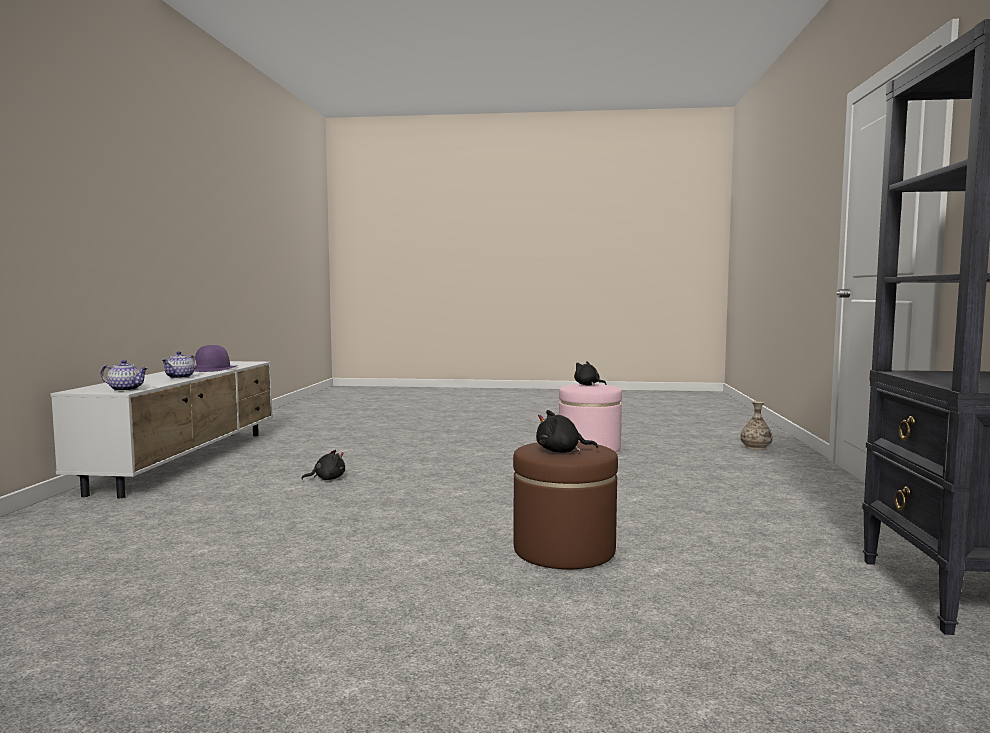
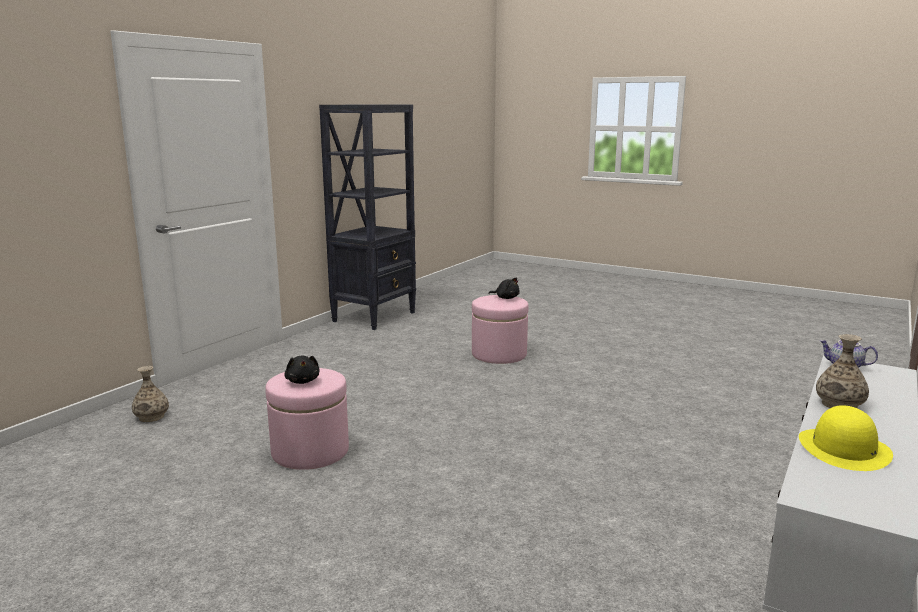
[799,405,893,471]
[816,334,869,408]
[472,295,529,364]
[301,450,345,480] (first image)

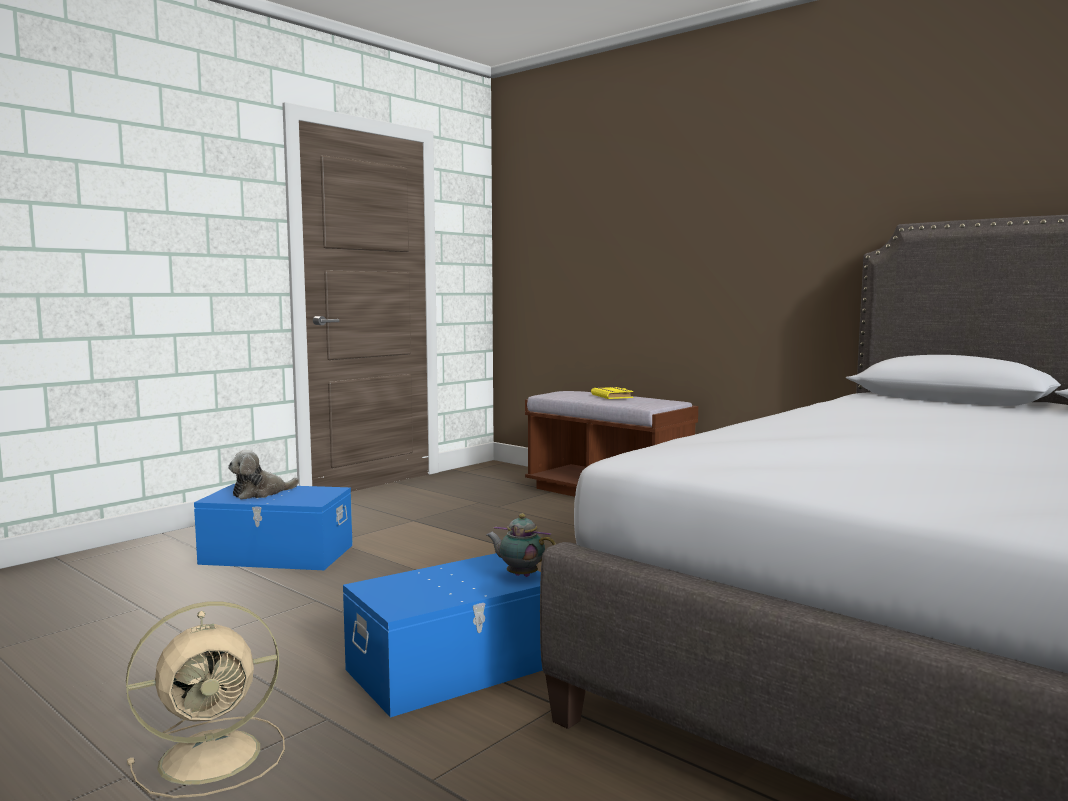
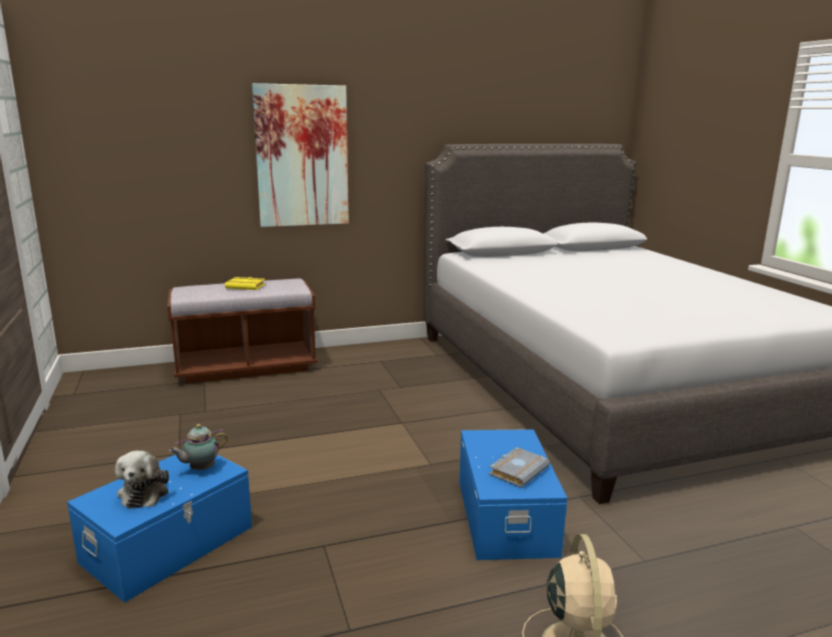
[169,424,228,470]
[252,83,349,227]
[489,447,550,488]

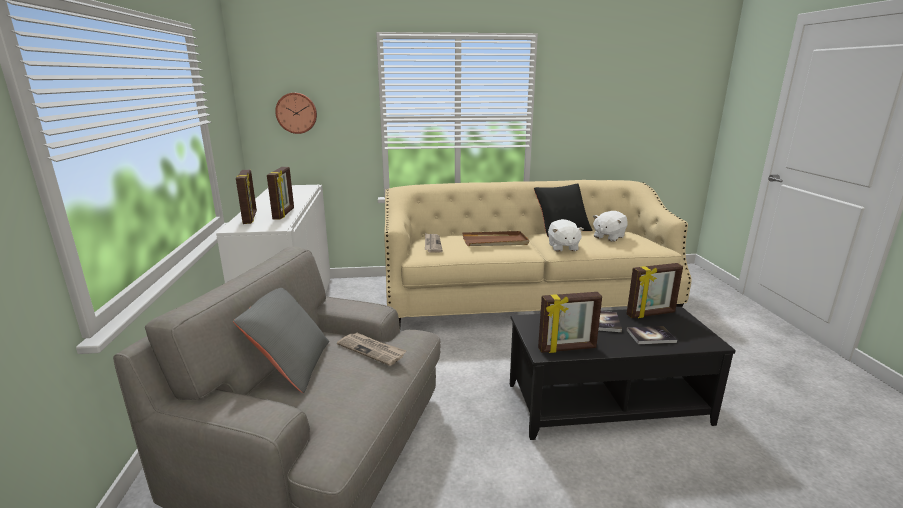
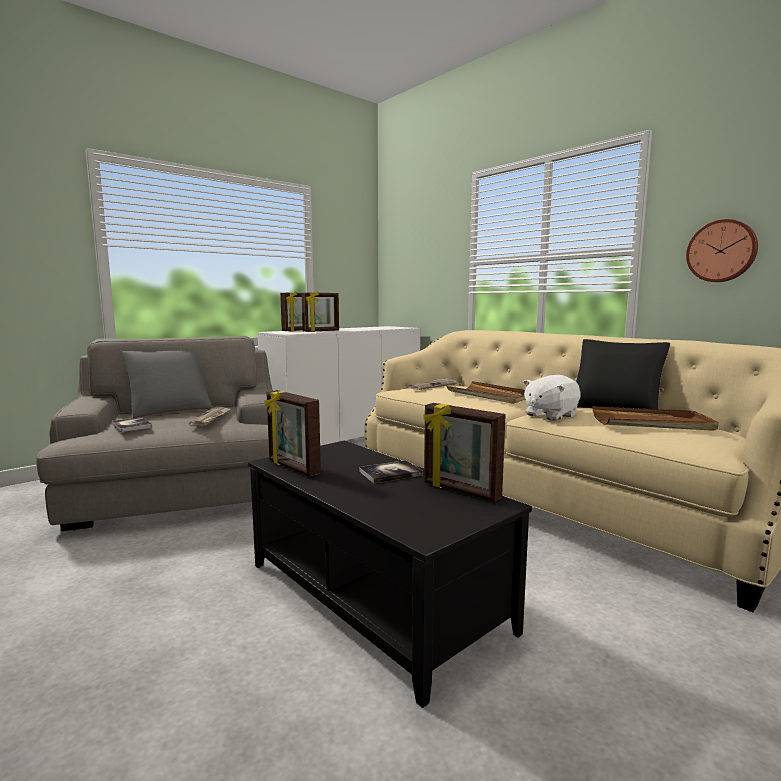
[686,219,758,282]
[592,406,719,431]
[112,417,152,432]

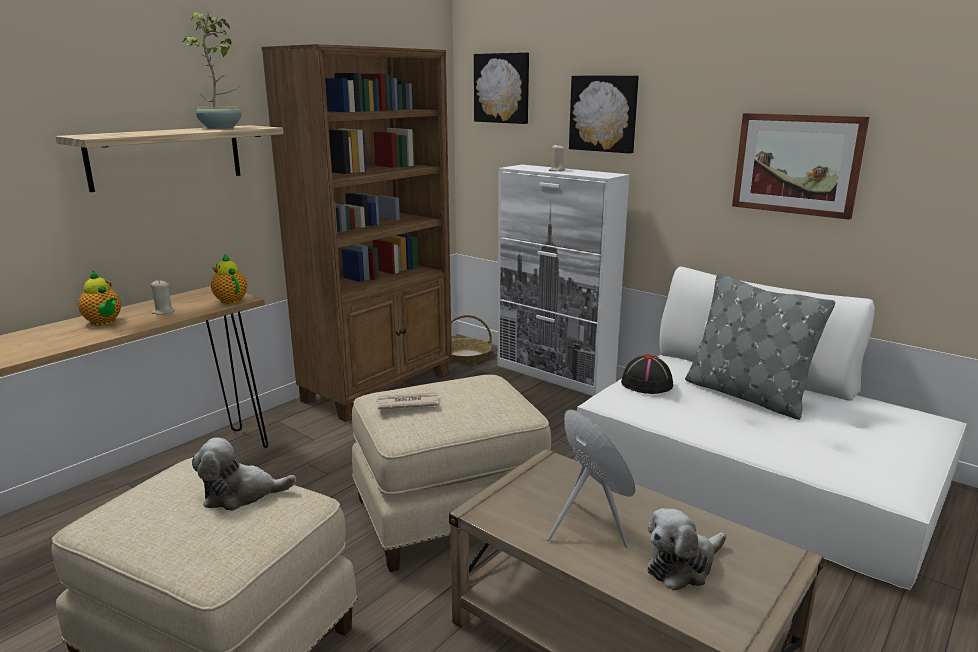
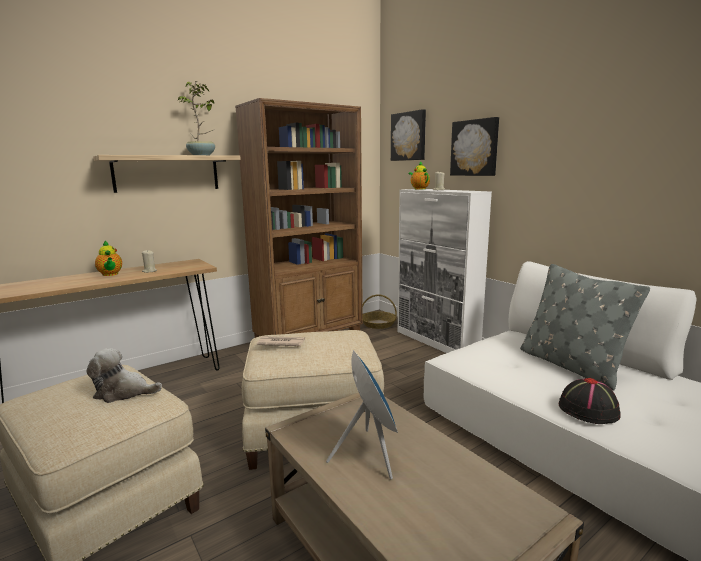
[732,113,869,220] (first image)
[408,161,430,189]
[559,378,621,424]
[648,508,726,591] (first image)

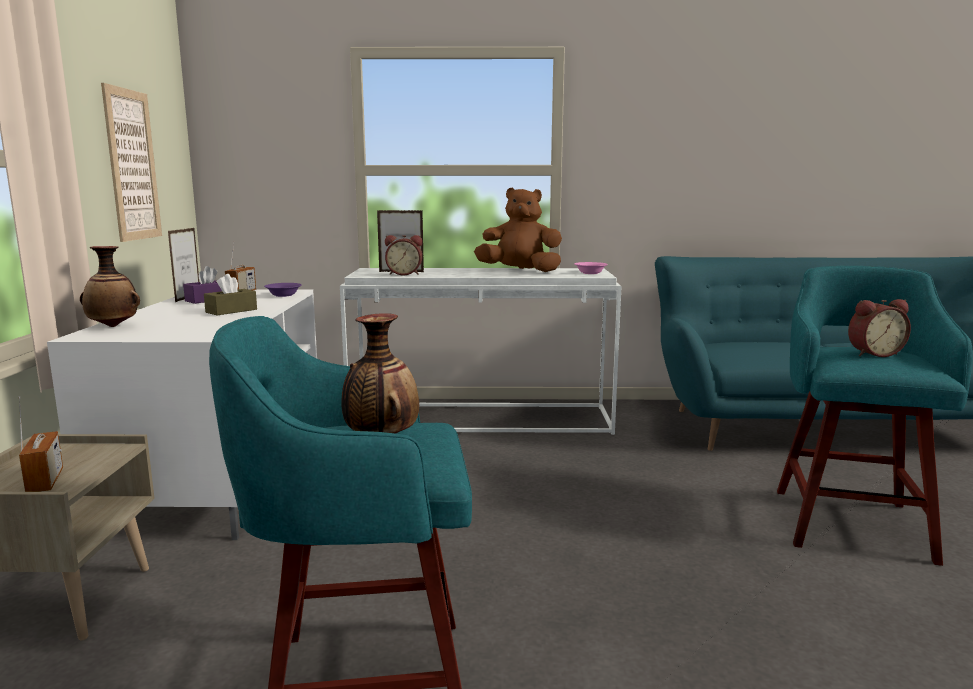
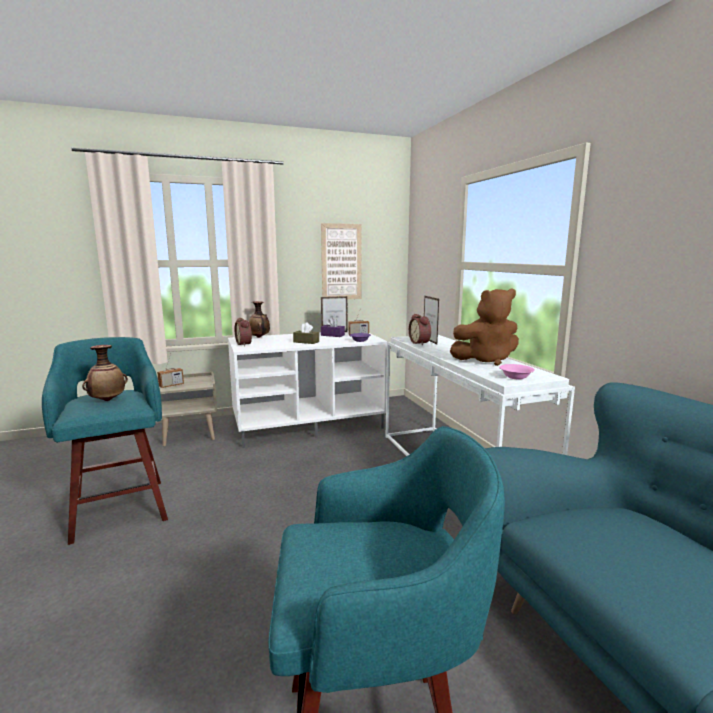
[450,288,519,366]
[234,318,252,346]

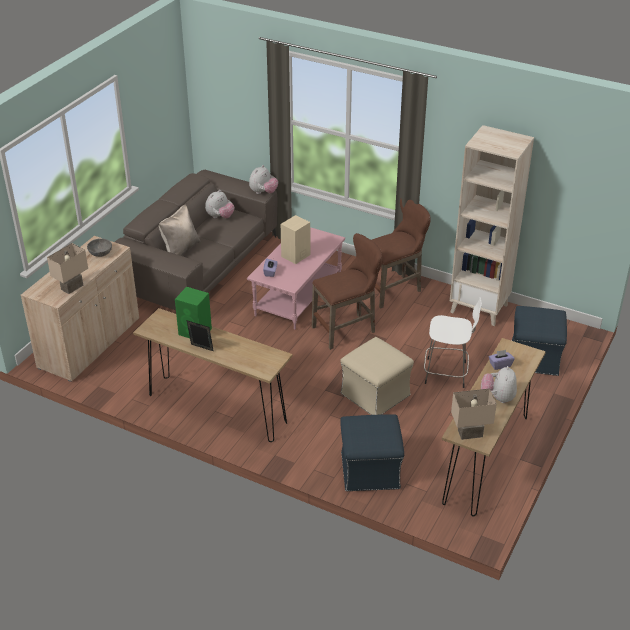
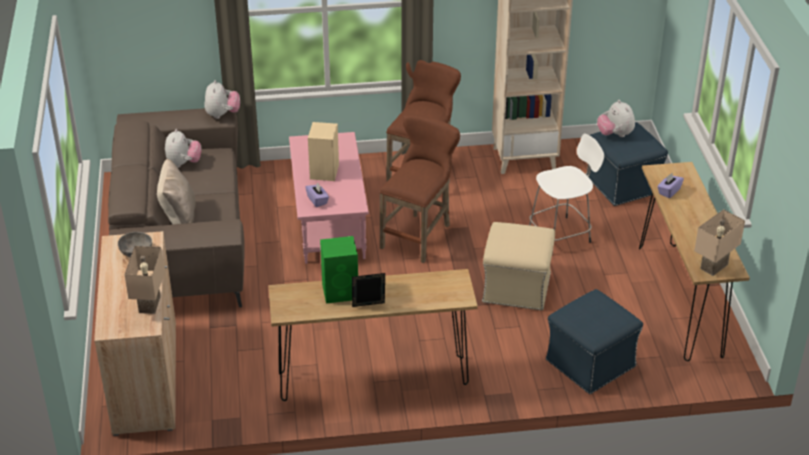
[597,100,635,137]

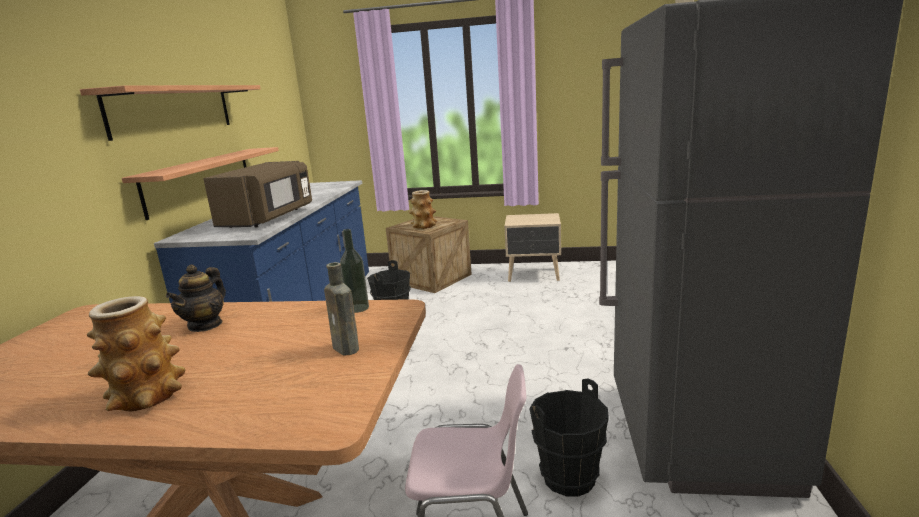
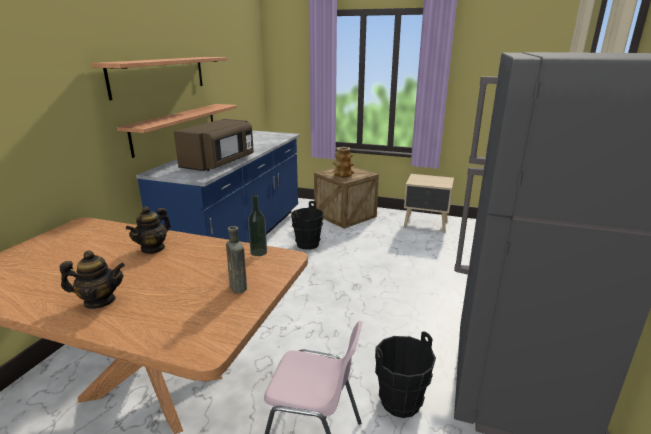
[59,251,125,309]

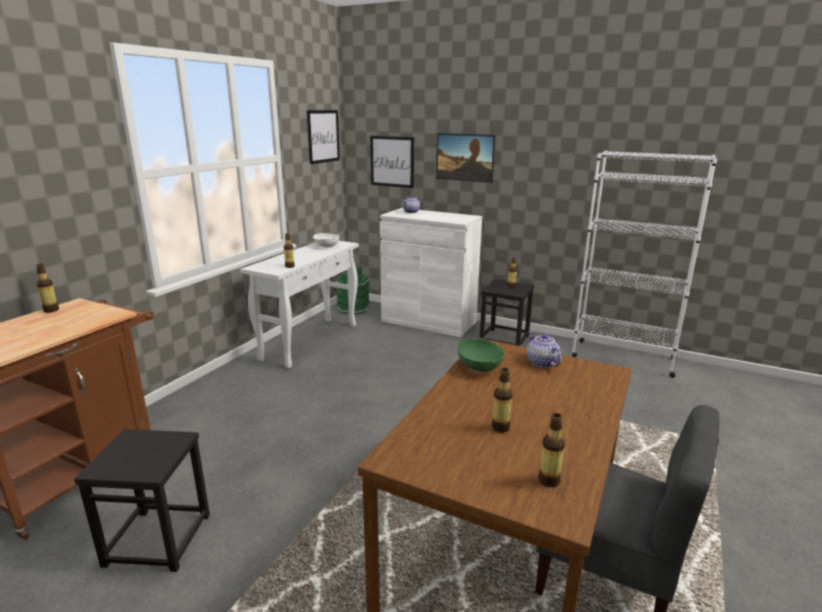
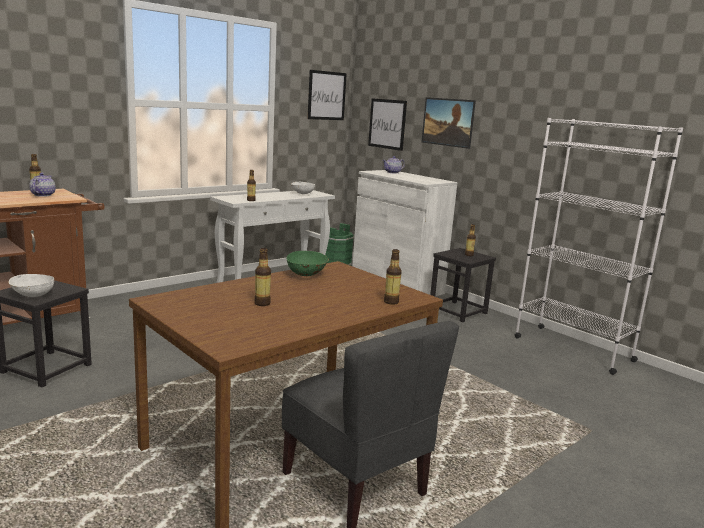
[29,173,56,197]
[384,249,402,305]
[8,274,54,297]

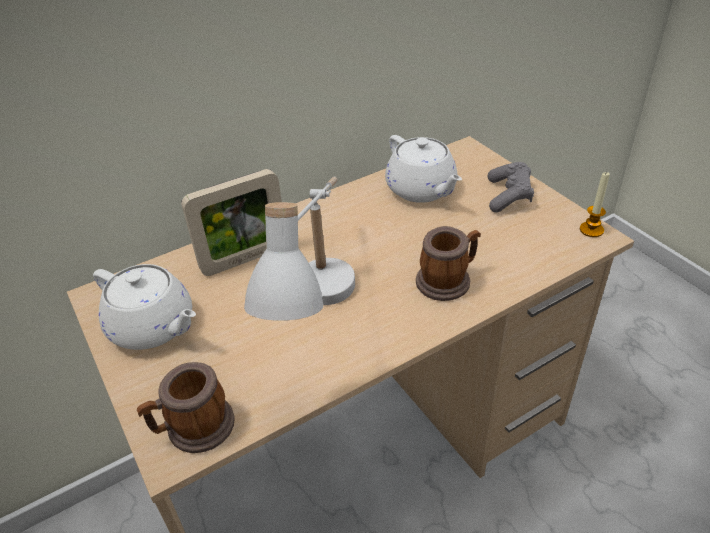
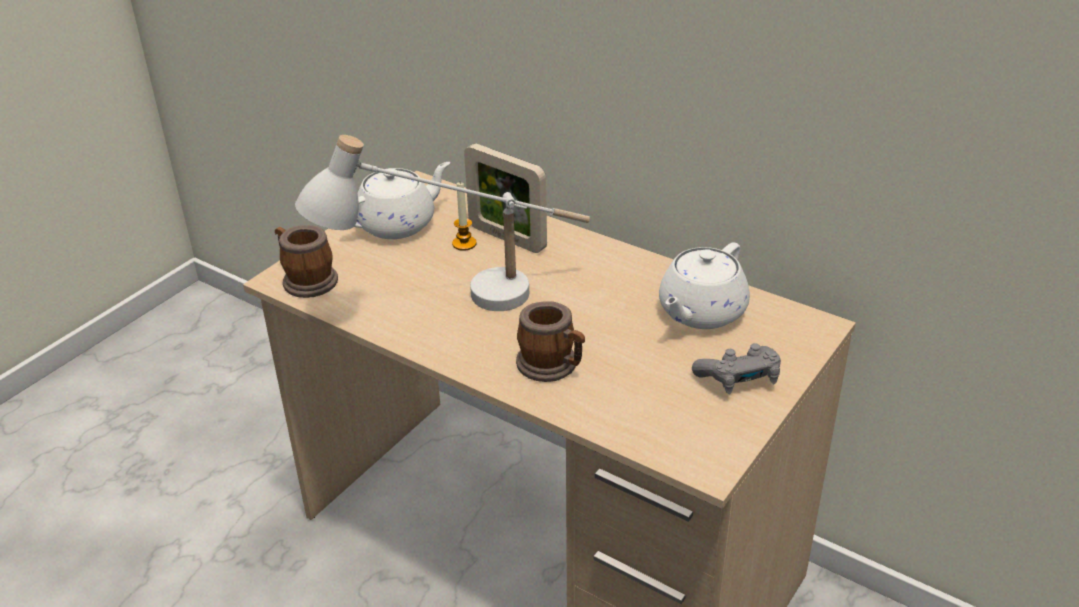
[452,182,477,251]
[354,162,451,239]

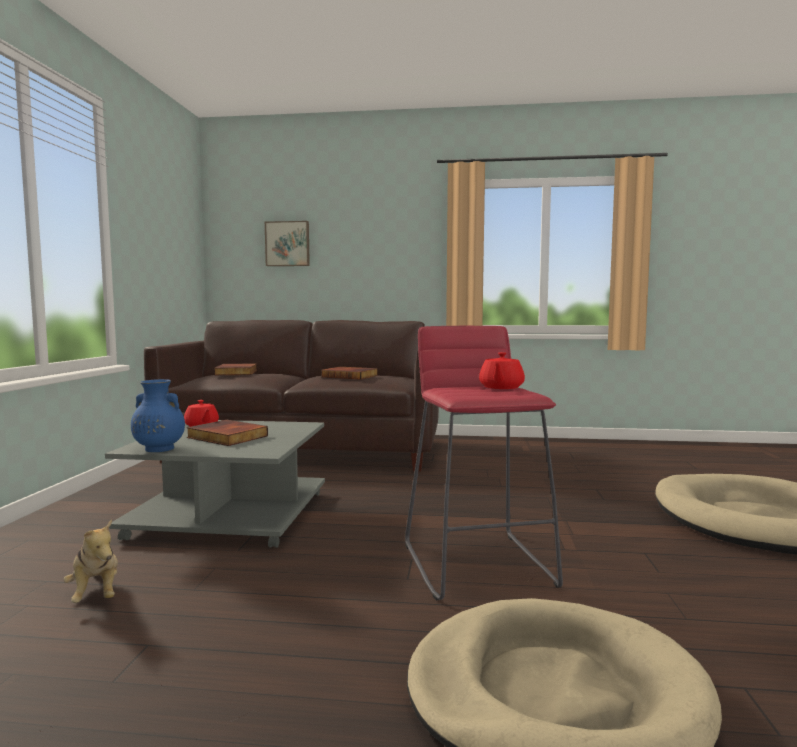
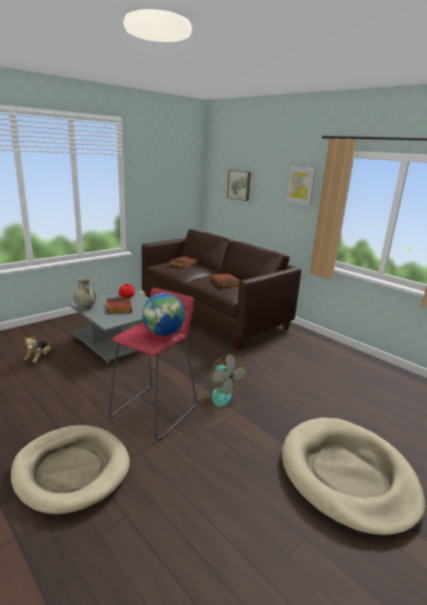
[142,293,185,336]
[73,277,96,310]
[286,167,316,205]
[196,354,246,407]

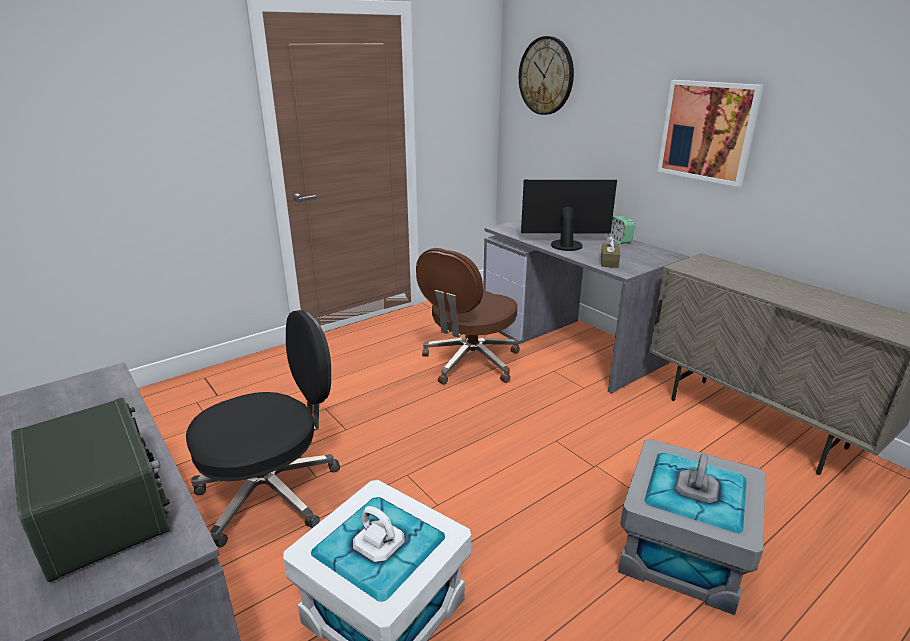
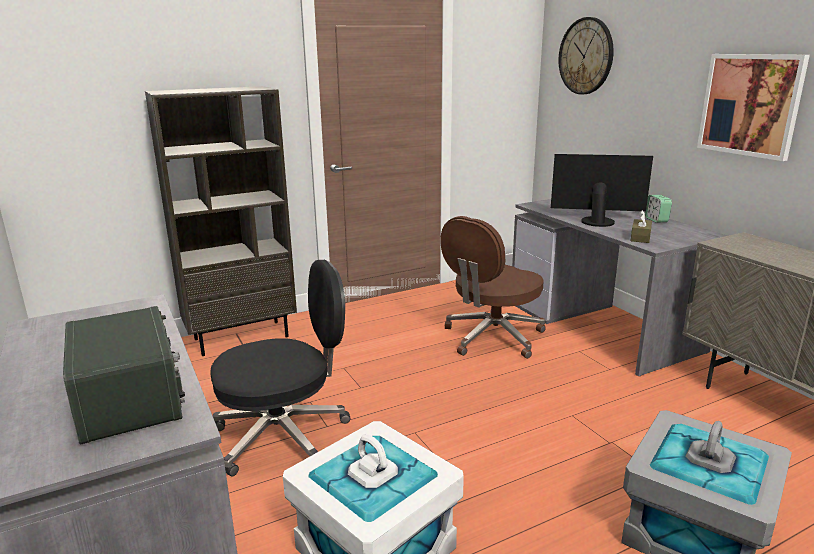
[145,86,297,356]

